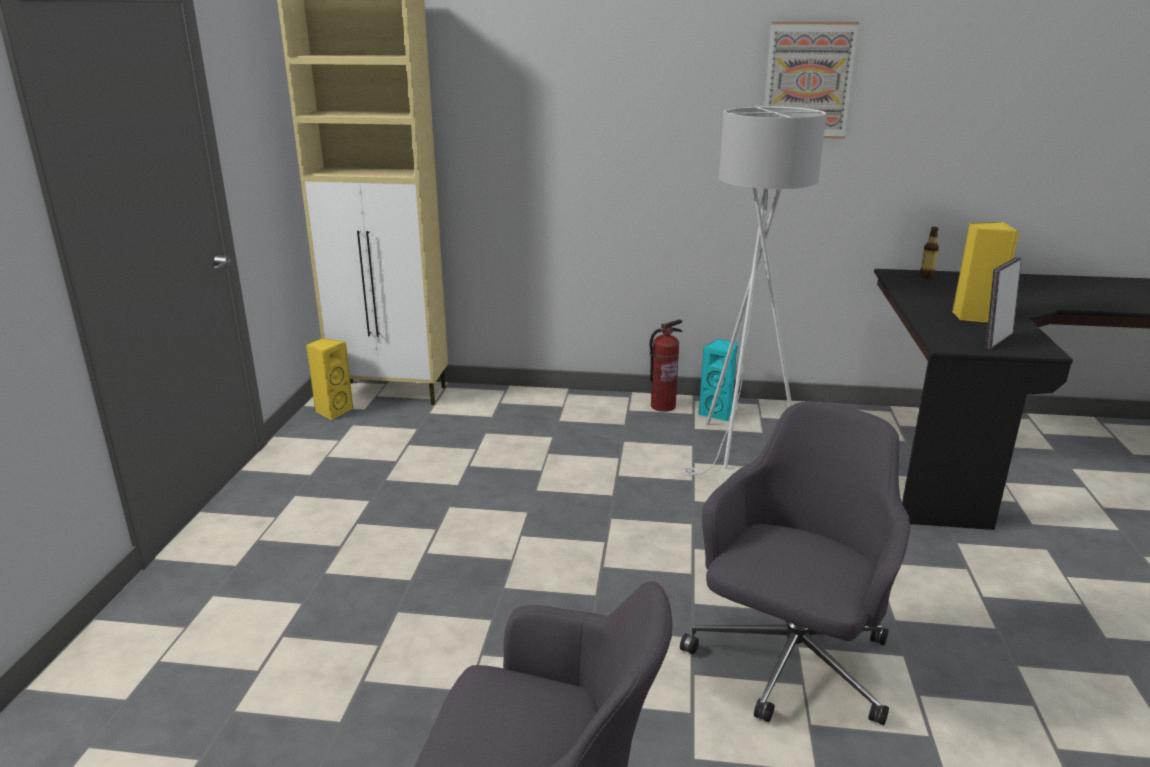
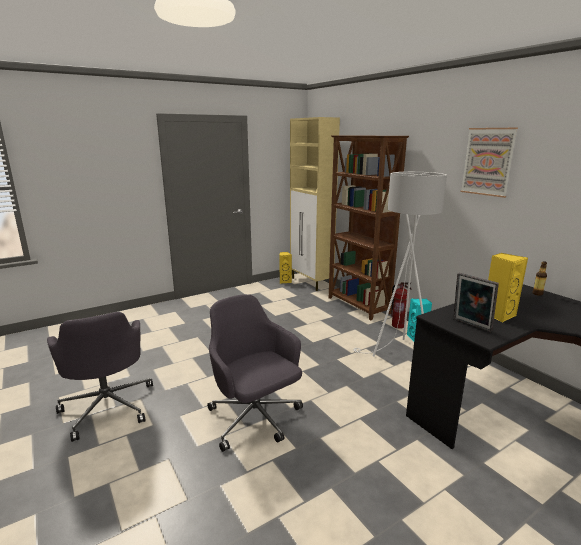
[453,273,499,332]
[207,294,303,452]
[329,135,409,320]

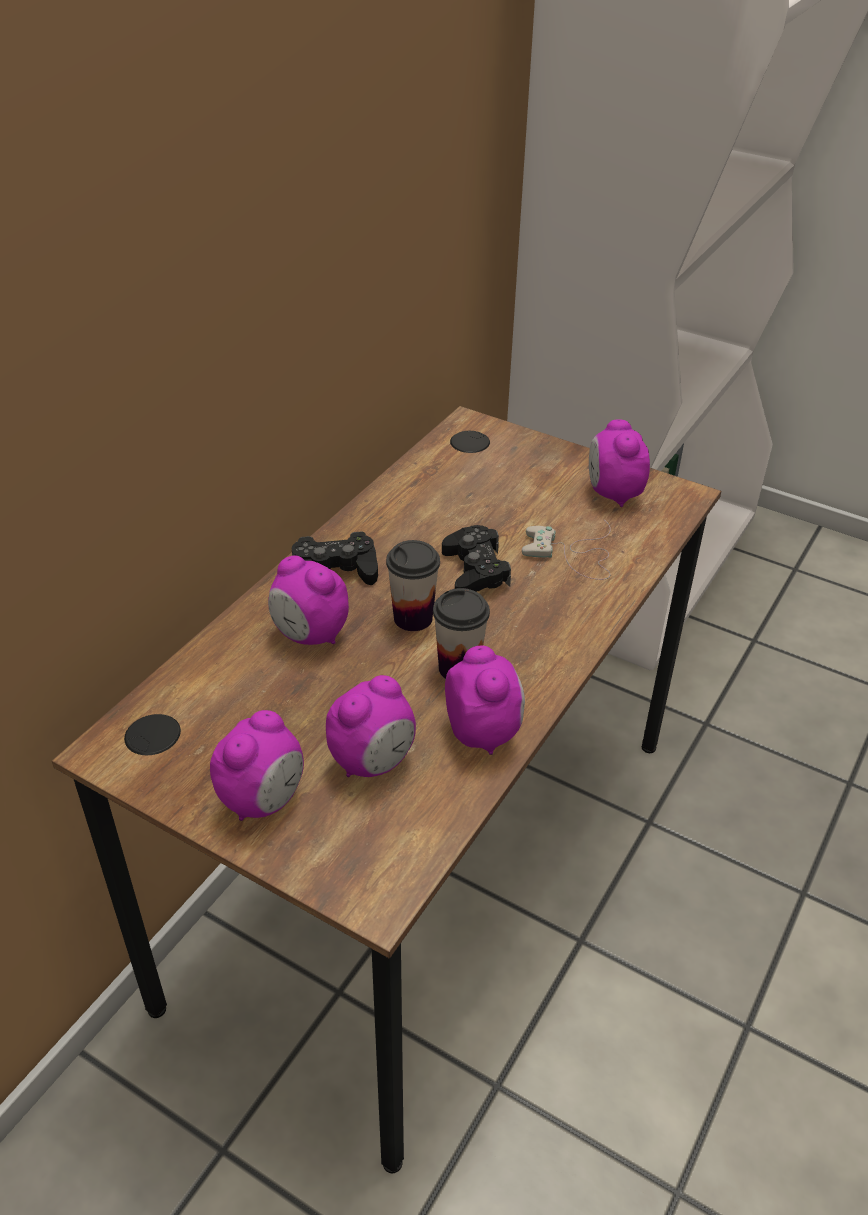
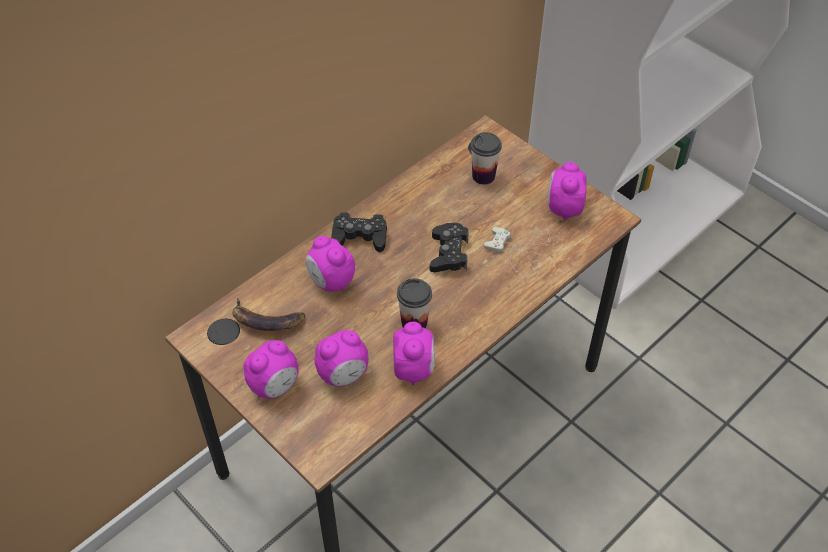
[470,132,502,185]
[232,298,305,331]

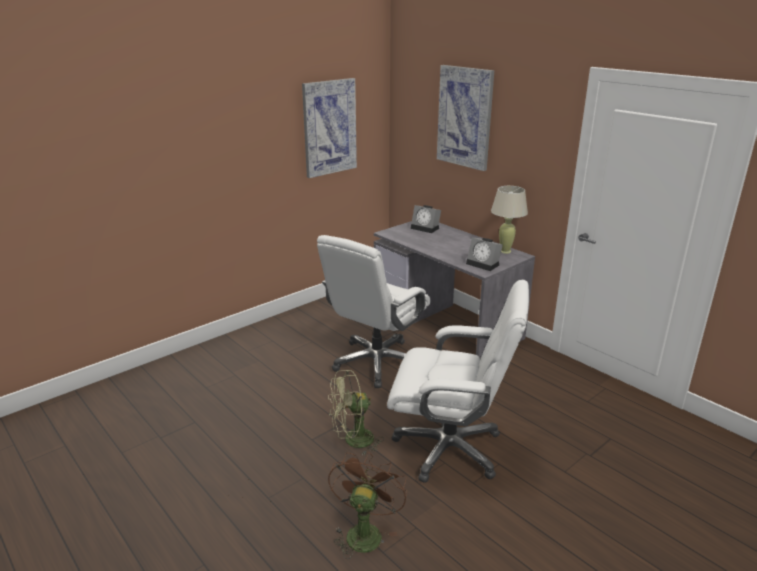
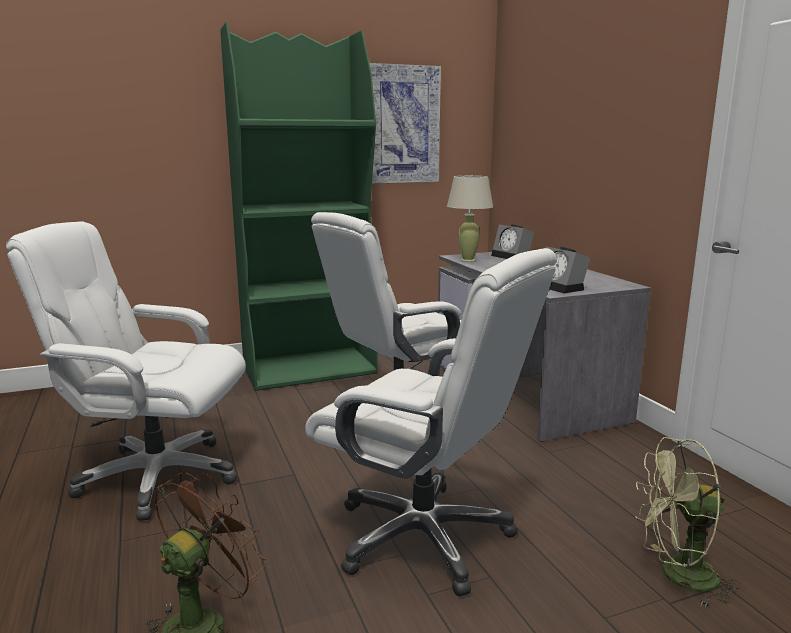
[437,65,494,171] (first image)
[447,176,493,262]
[635,437,741,607]
[220,22,378,391]
[6,221,246,521]

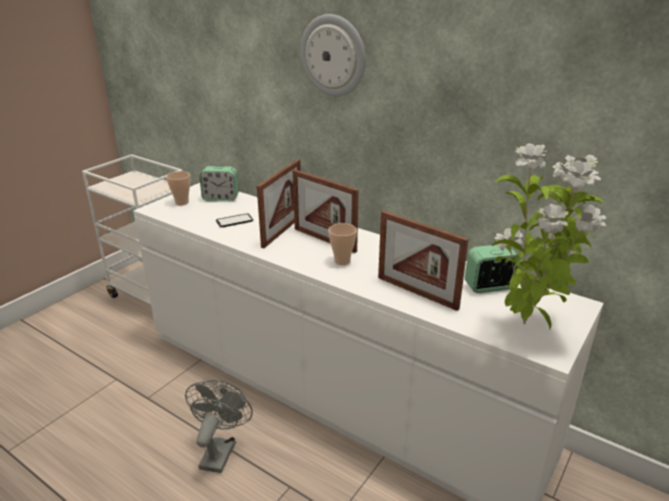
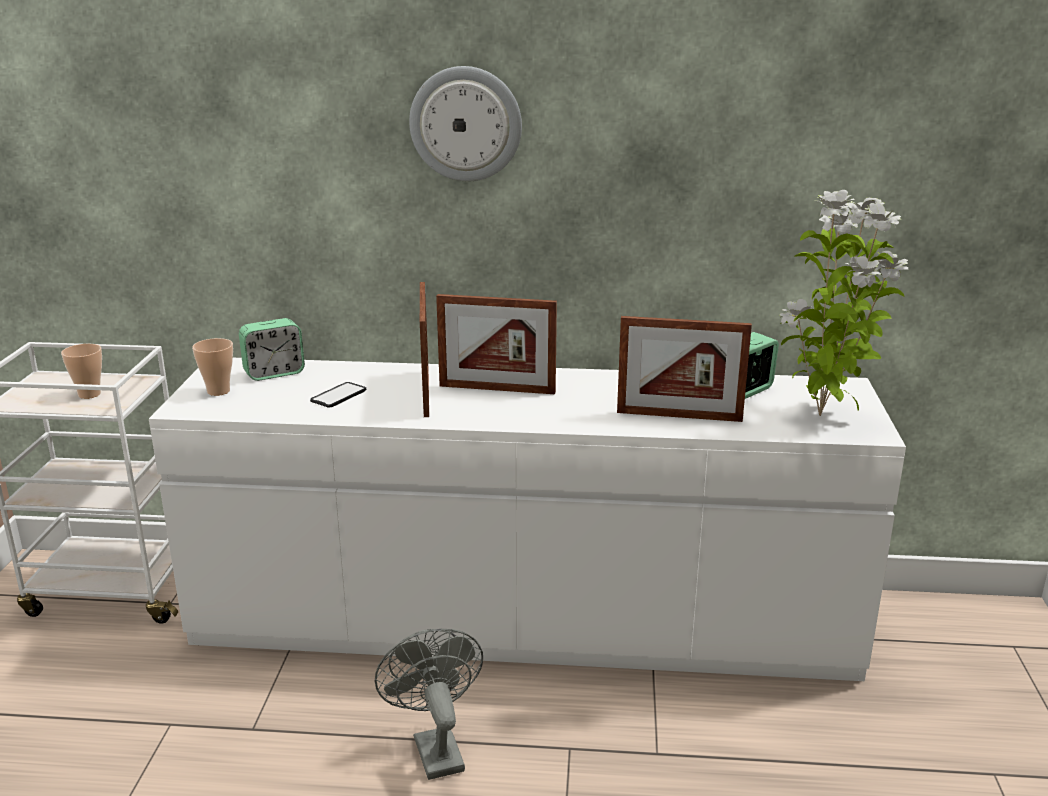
[61,344,102,399]

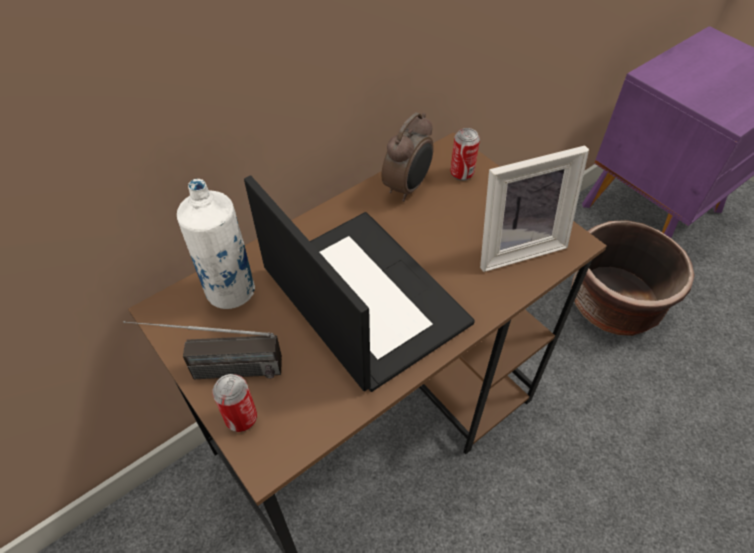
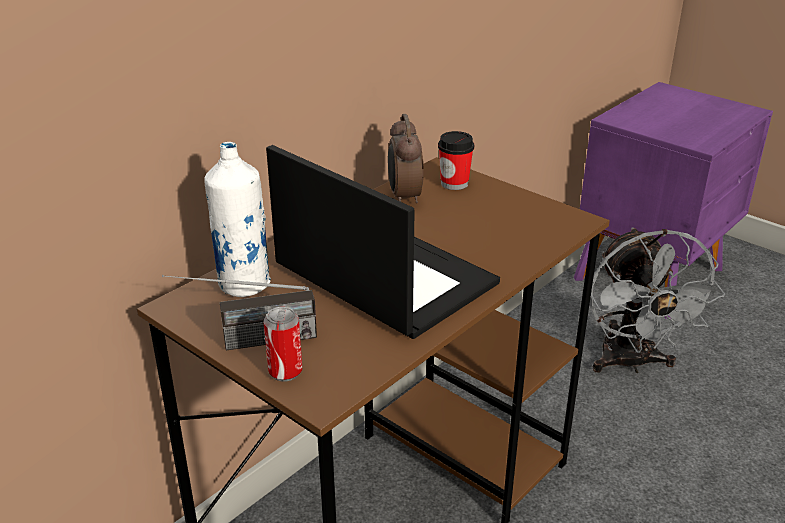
[388,114,424,203]
[438,131,474,190]
[480,146,589,272] (first image)
[589,227,725,373]

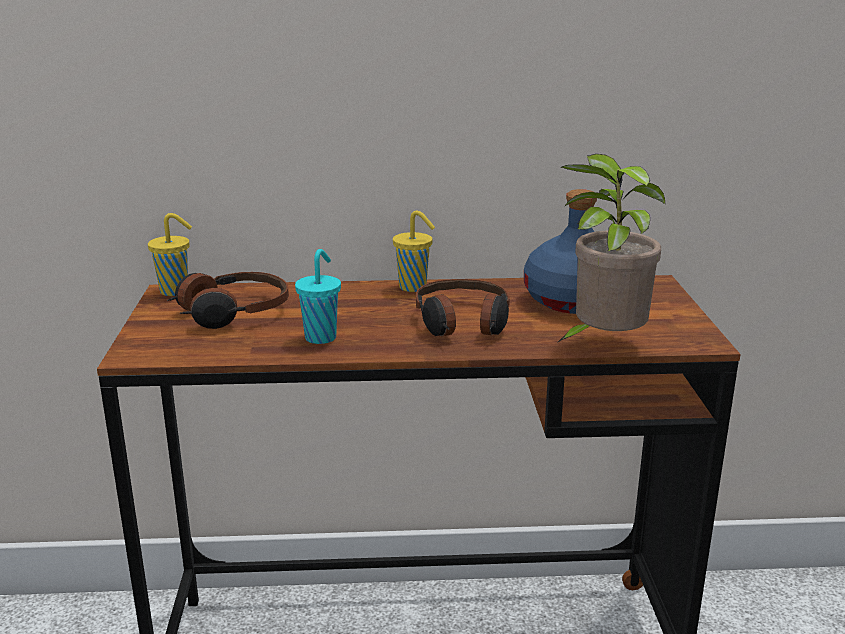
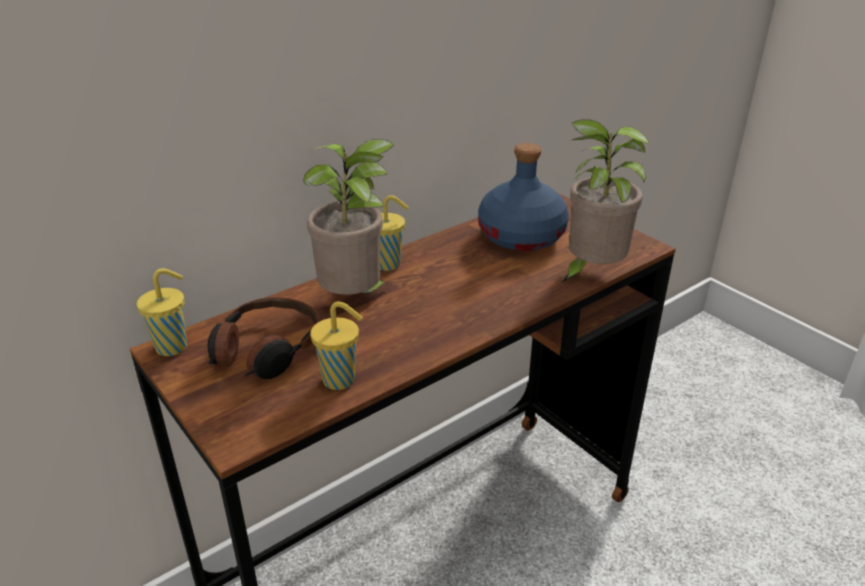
[295,249,341,344] (first image)
[416,279,510,336] (first image)
[303,139,394,295]
[310,301,363,390]

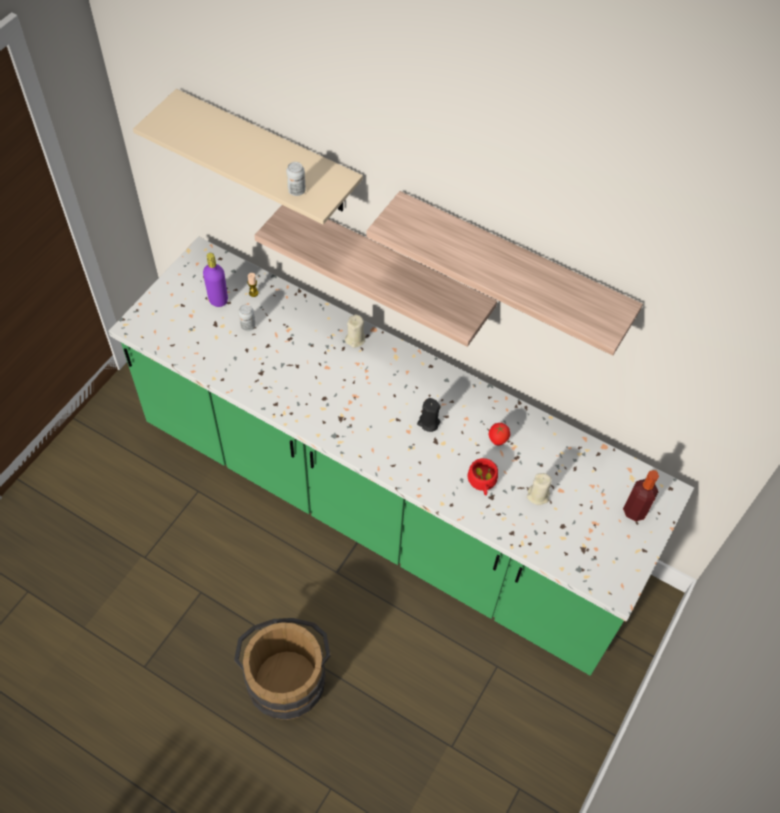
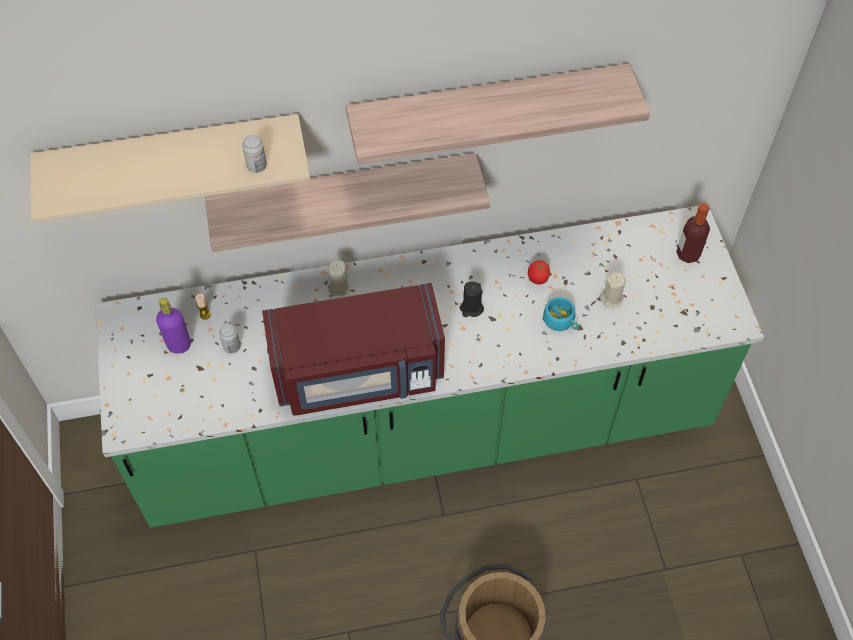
[543,297,579,331]
[262,283,445,416]

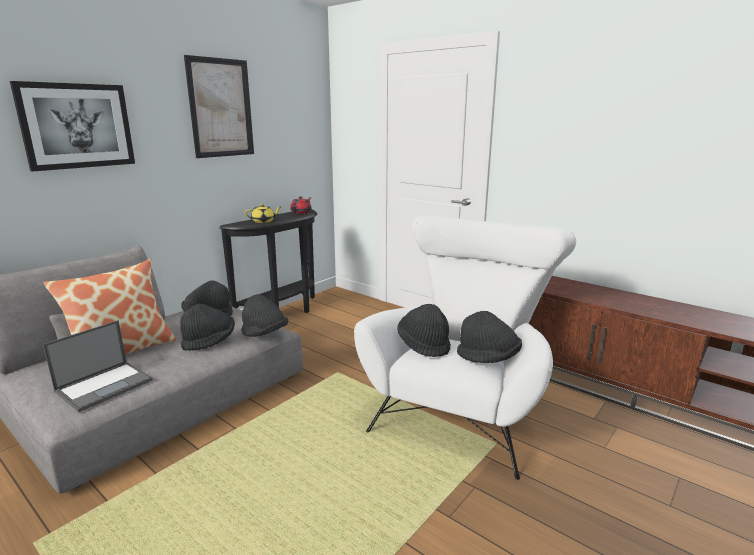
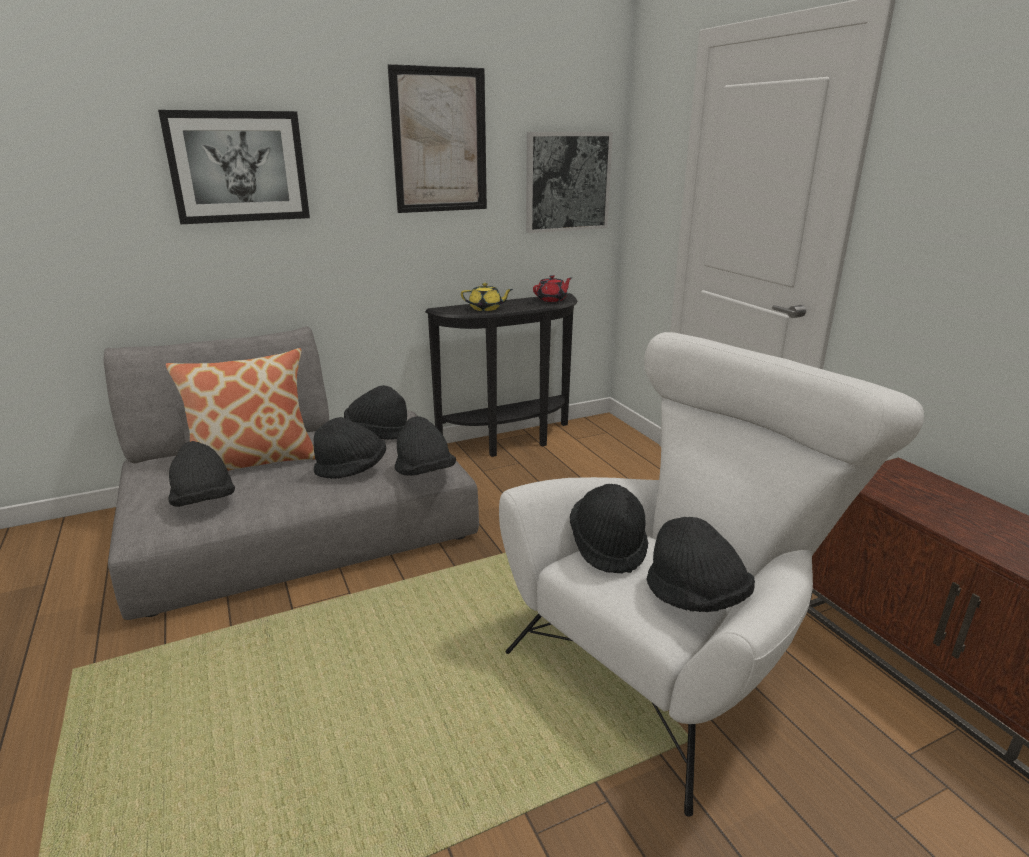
[169,441,235,507]
[526,132,613,233]

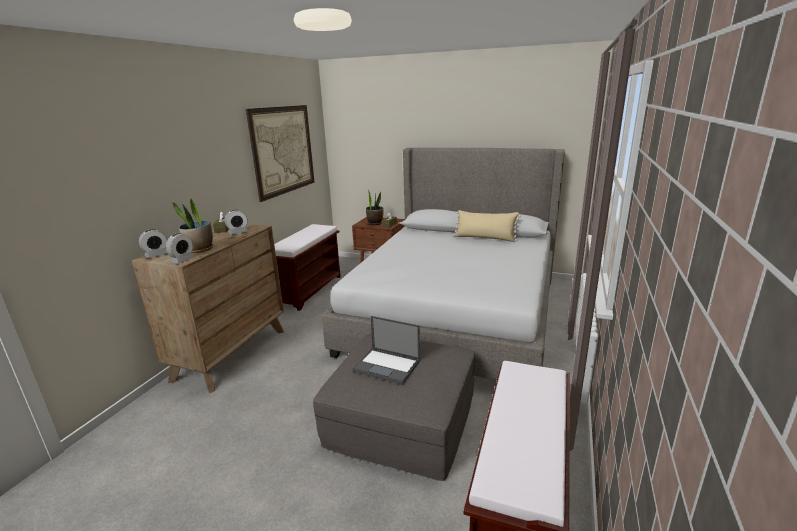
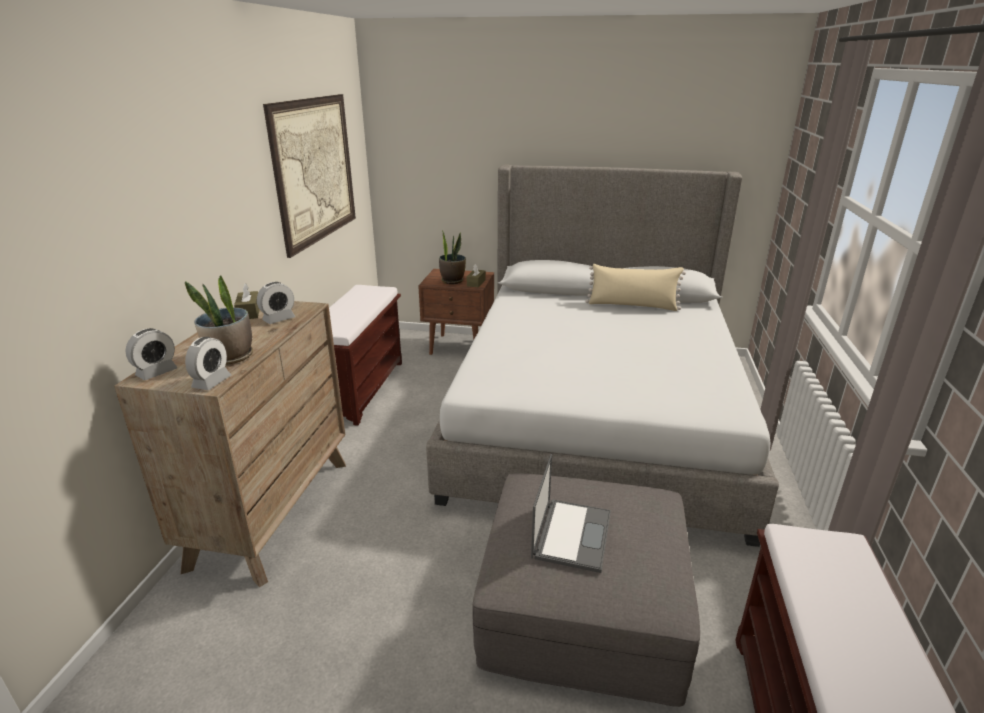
[531,454,611,573]

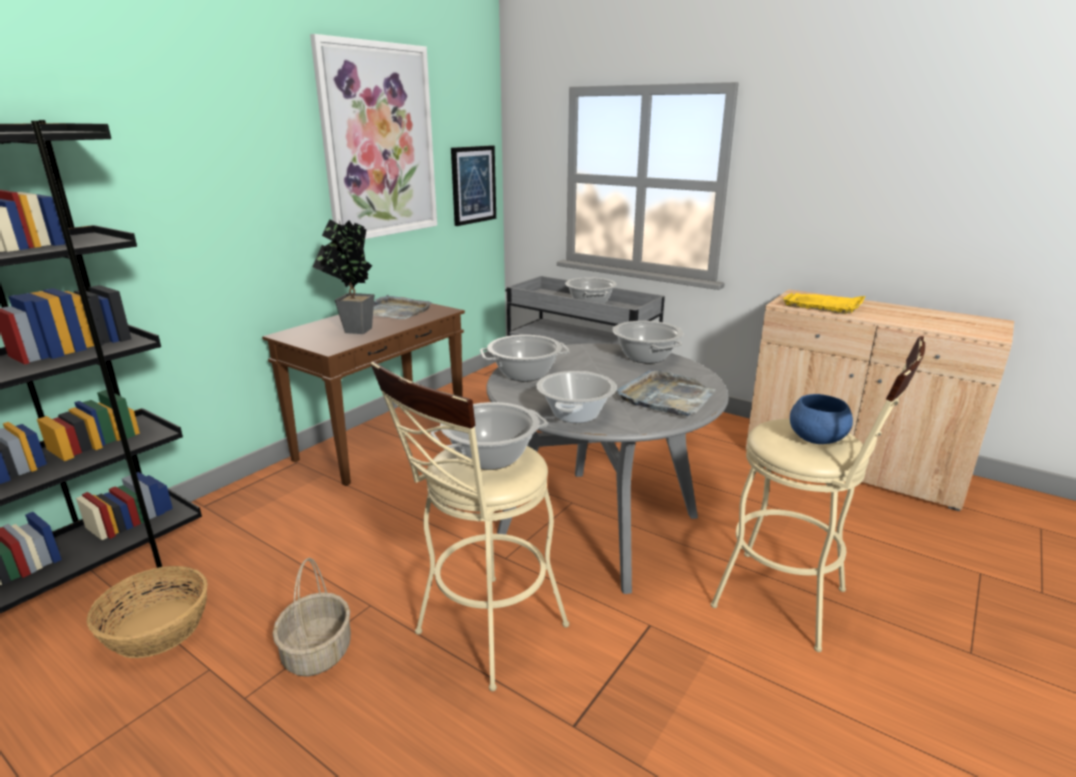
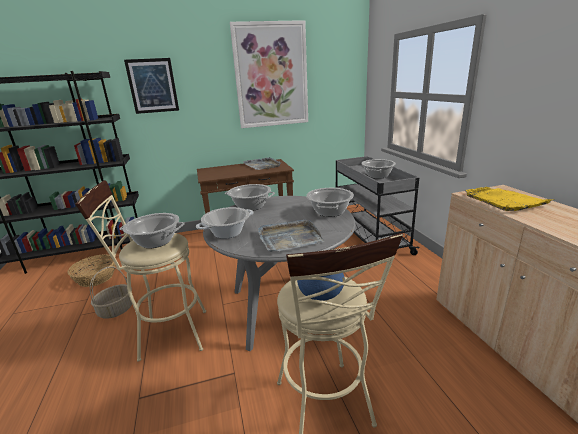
[124,58,179,114]
[313,219,374,334] (first image)

